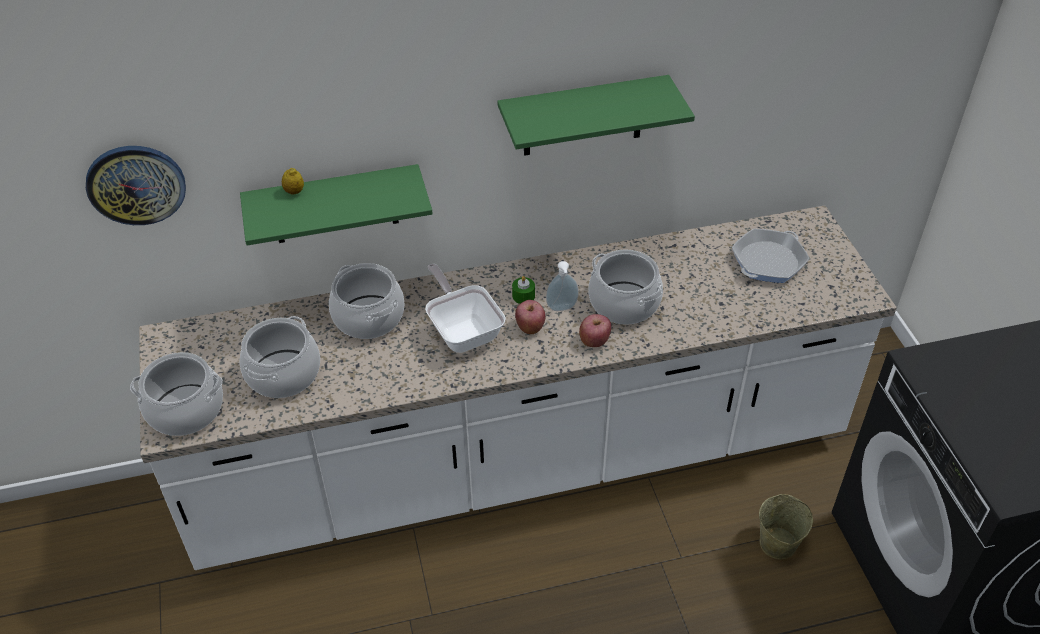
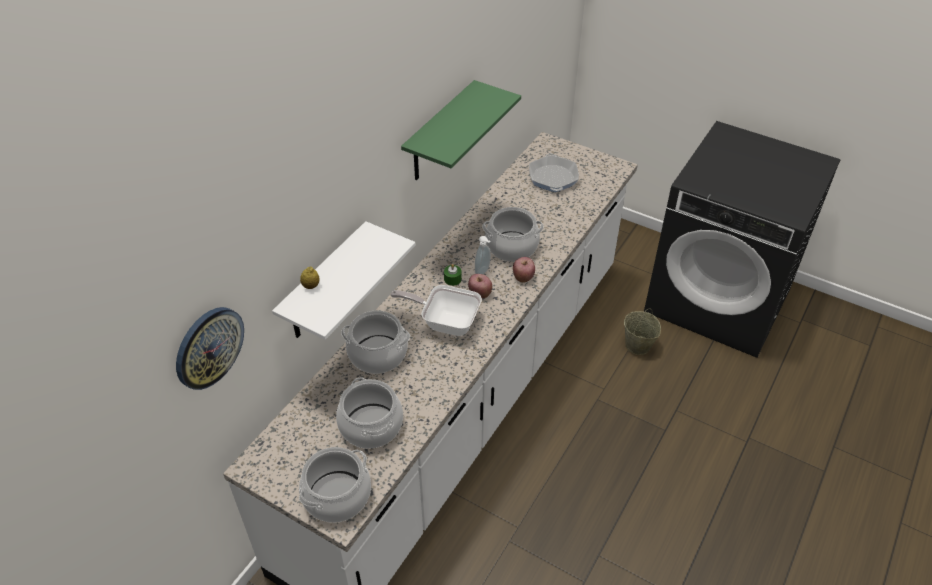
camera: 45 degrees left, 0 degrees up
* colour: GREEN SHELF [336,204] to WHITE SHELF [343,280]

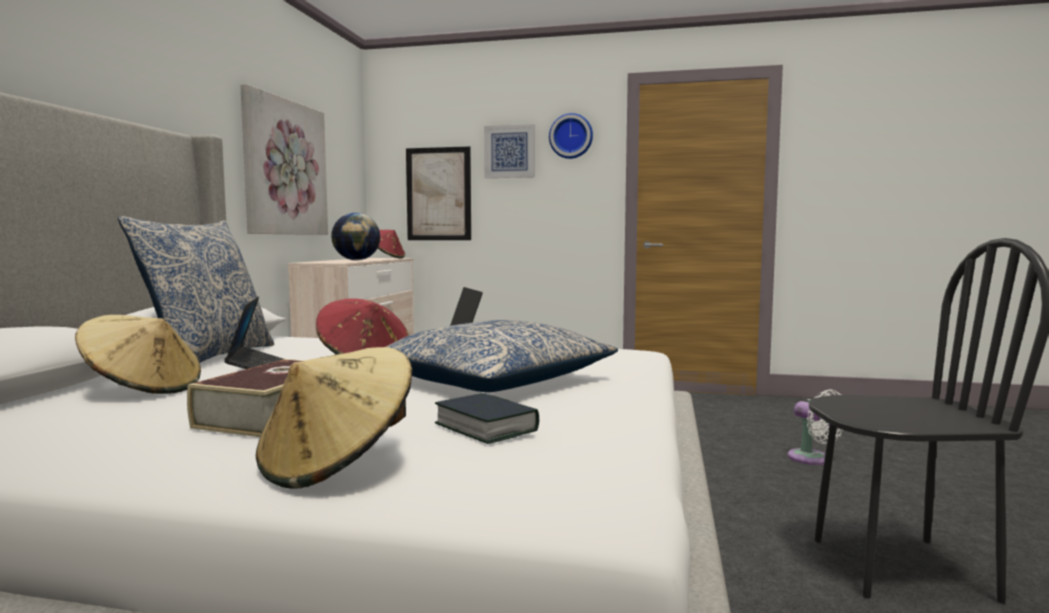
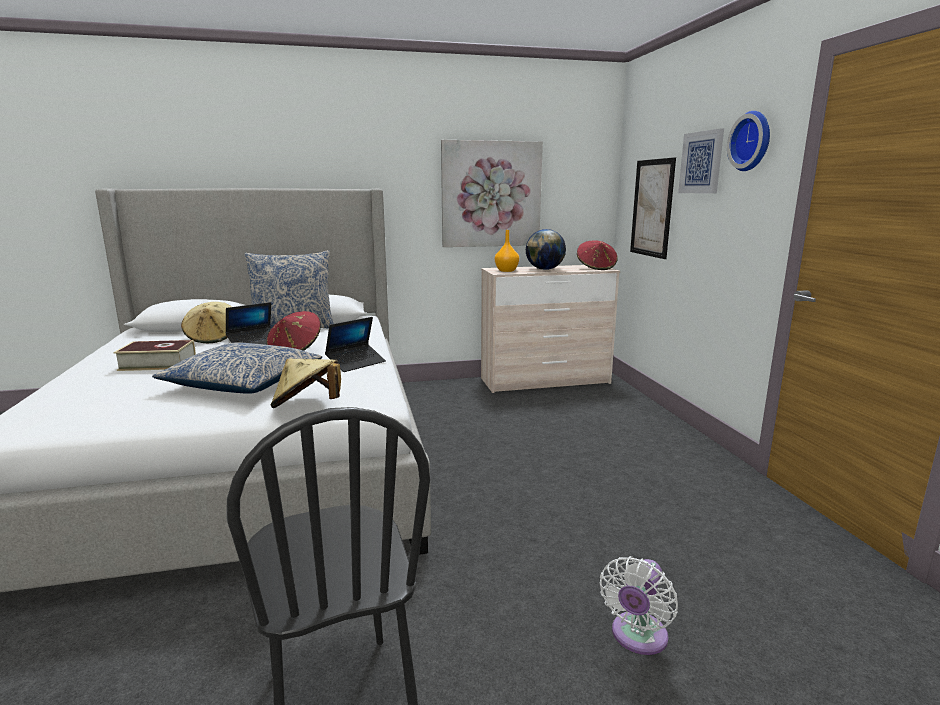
camera: 65 degrees right, 10 degrees up
* relocated: BEIGE HAT [334,418] to [306,383]
* missing: BOOK [487,418]
* appeared: ORANGE VASE [507,251]

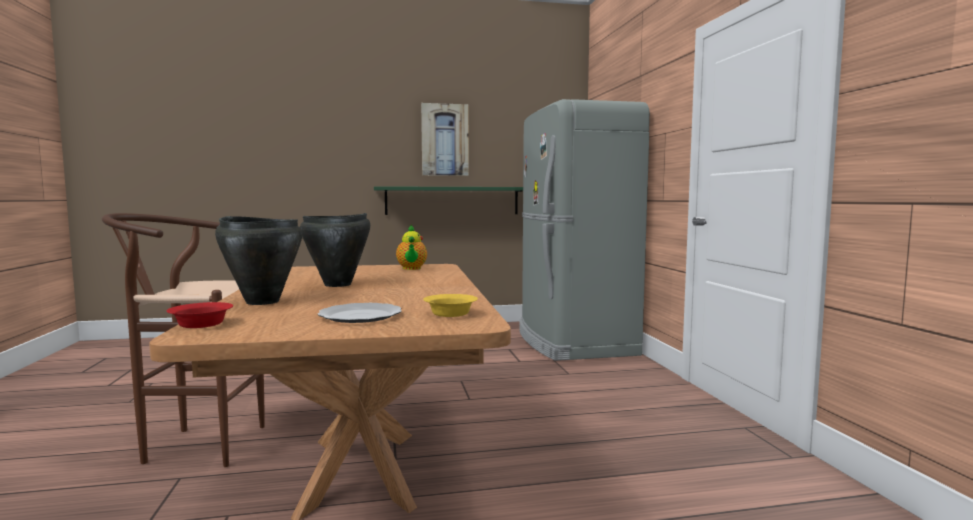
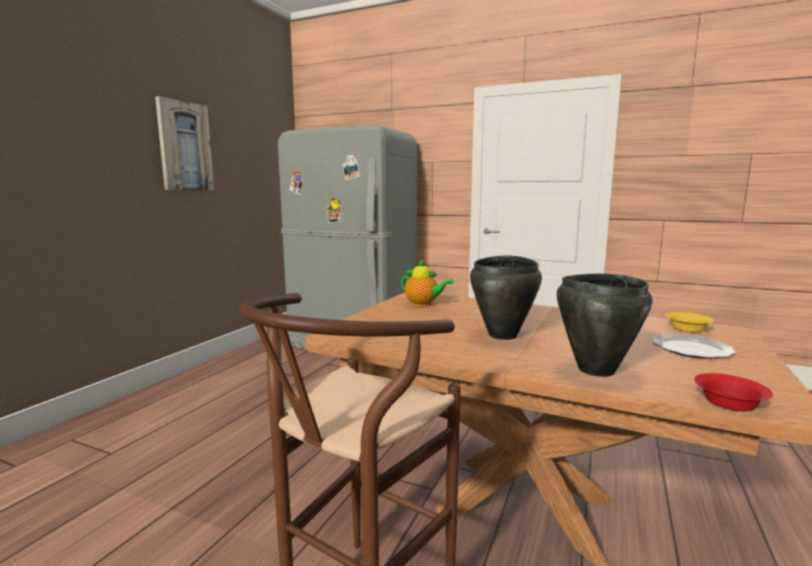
camera: 55 degrees left, 5 degrees up
* missing: GREEN SHELF [448,200]

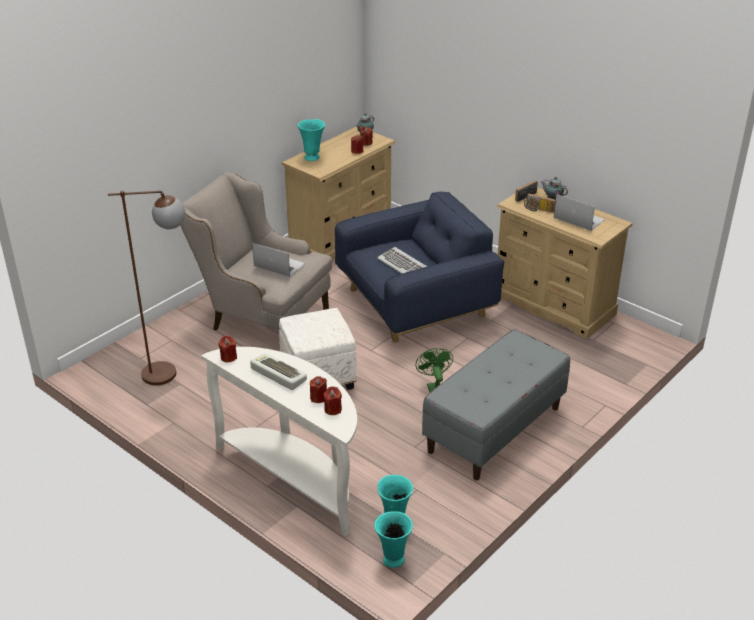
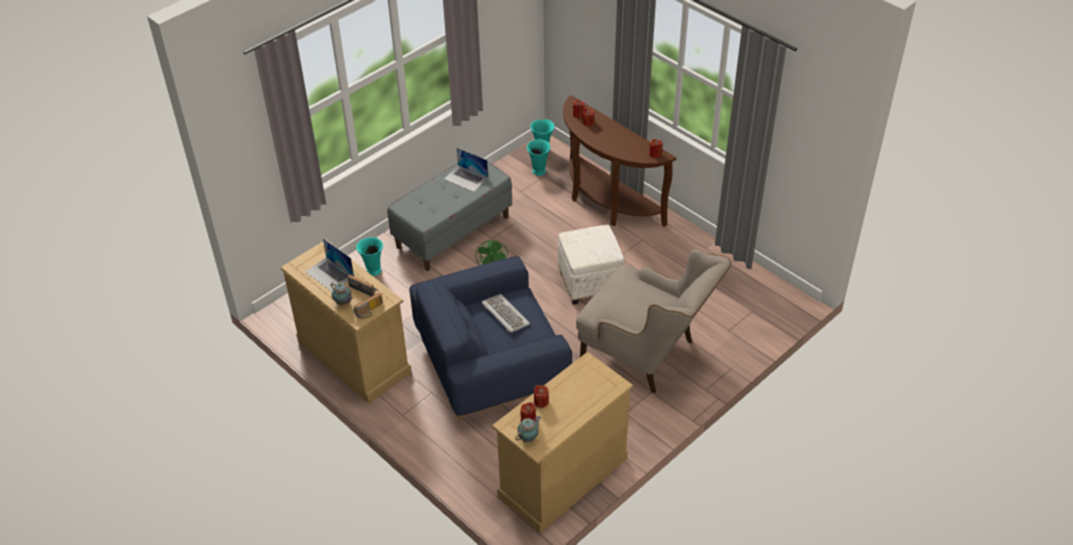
camera: 175 degrees left, 10 degrees up
* relocated: TURQUOISE VASE [311,140] to [369,256]
* missing: BROWN FLOOR LAMP [147,287]
* relocated: LAPTOP [278,260] to [466,170]
* colour: WHITE CONSOLE TABLE [279,441] to BROWN CONSOLE TABLE [619,161]
* missing: KEYBOARD [278,371]

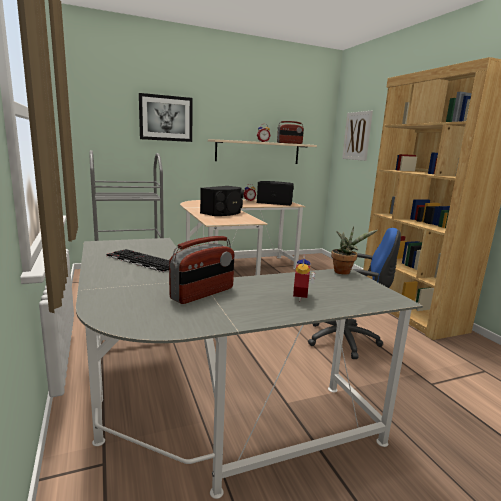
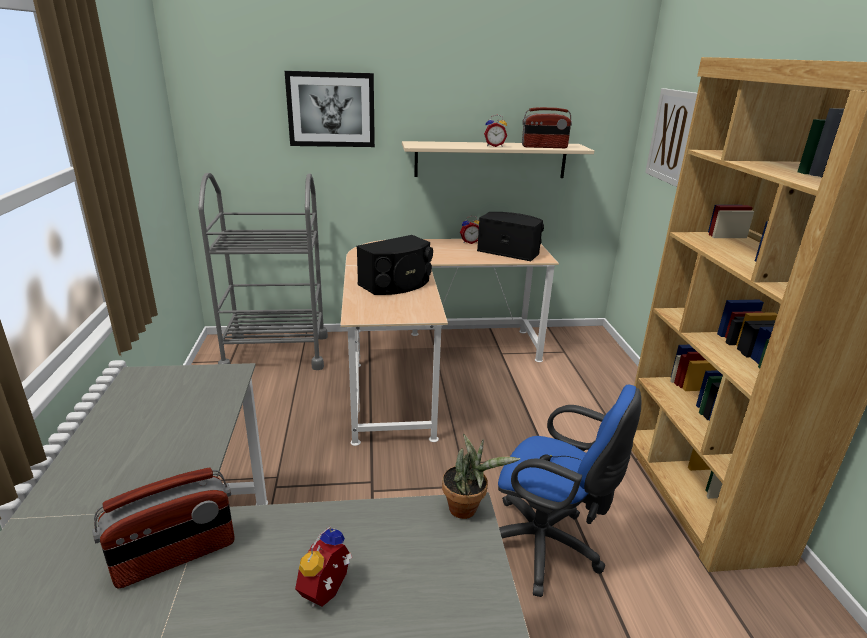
camera: 15 degrees right, 10 degrees up
* missing: KEYBOARD [138,261]

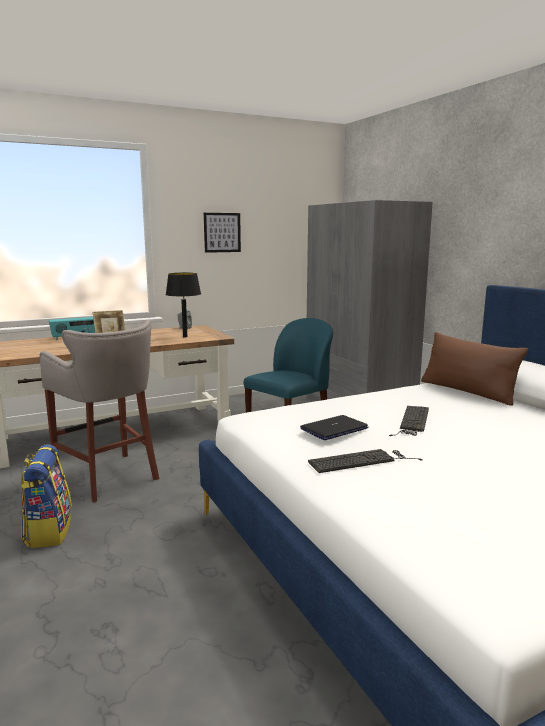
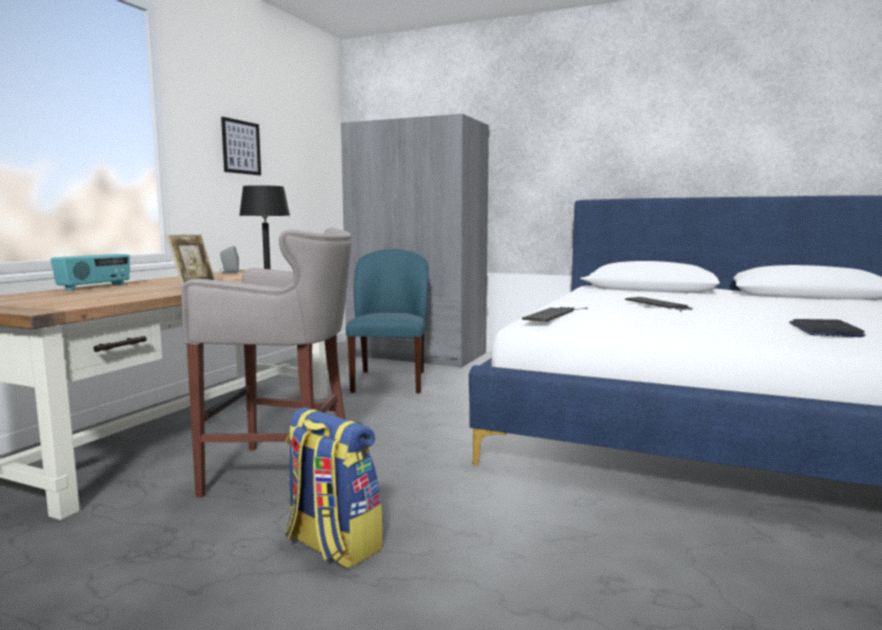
camera: 40 degrees left, 5 degrees down
* missing: BROWN PILLOW [474,369]
* relocated: LAPTOP [334,427] to [827,328]
* relocated: KEYBOARD [365,461] to [555,314]

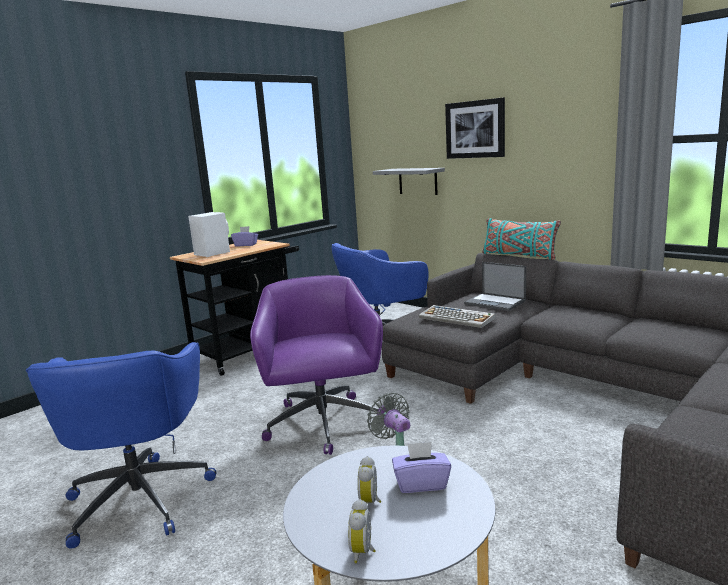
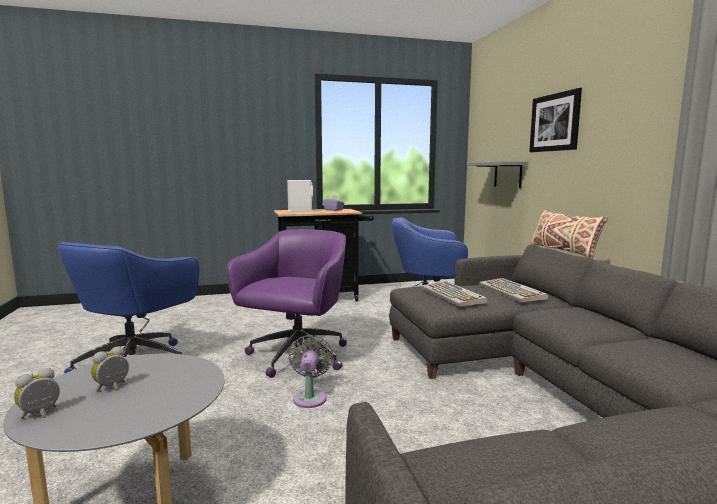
camera: 30 degrees right, 5 degrees down
* colour: TURQUOISE PILLOW [521,239] to BEIGE PILLOW [569,234]
* exchanged: LAPTOP [495,286] to KEYBOARD [513,290]
* missing: PURPLE TISSUE BOX [421,467]

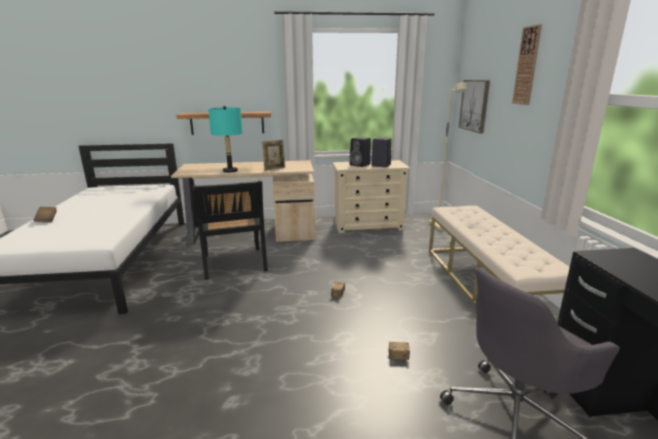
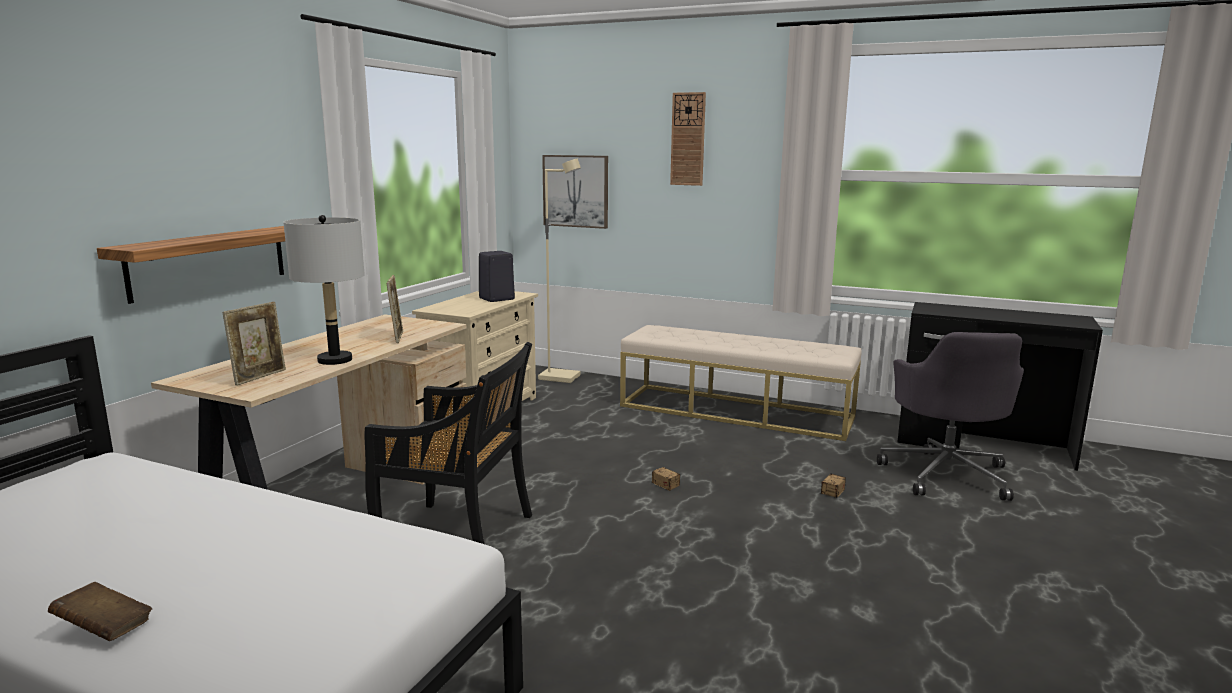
camera: 60 degrees left, 5 degrees down
* colour: TURQUOISE TABLE LAMP [225,139] to GREY TABLE LAMP [324,290]
* missing: BLACK SPEAKER [360,152]
* appeared: PICTURE FRAME [254,344]

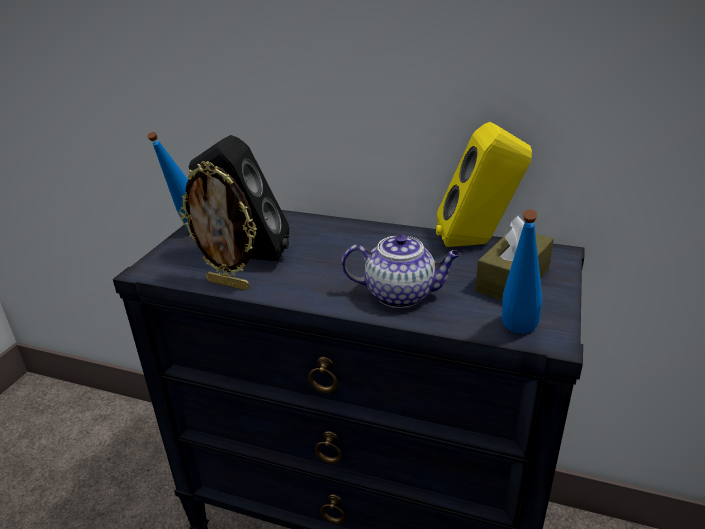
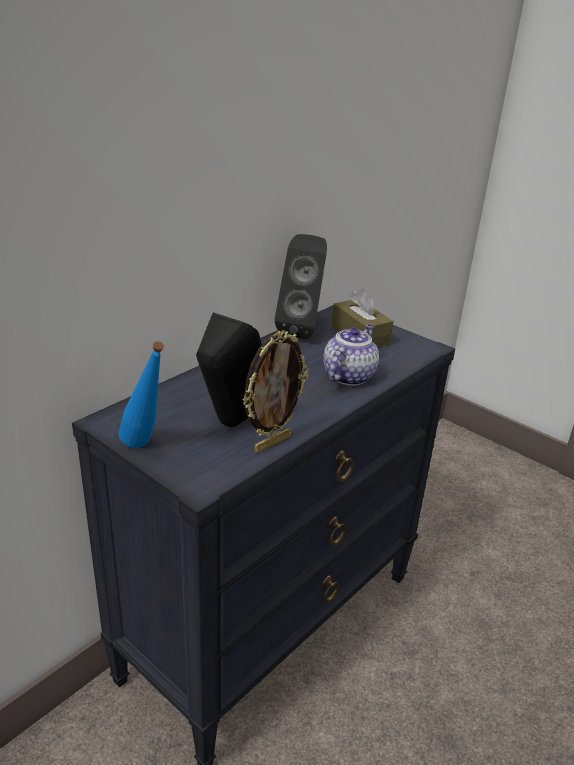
camera: 70 degrees left, 0 degrees up
* colour: YELLOW SPEAKER [484,184] to BLACK SPEAKER [301,286]
* missing: BLUE BOTTLE [522,271]

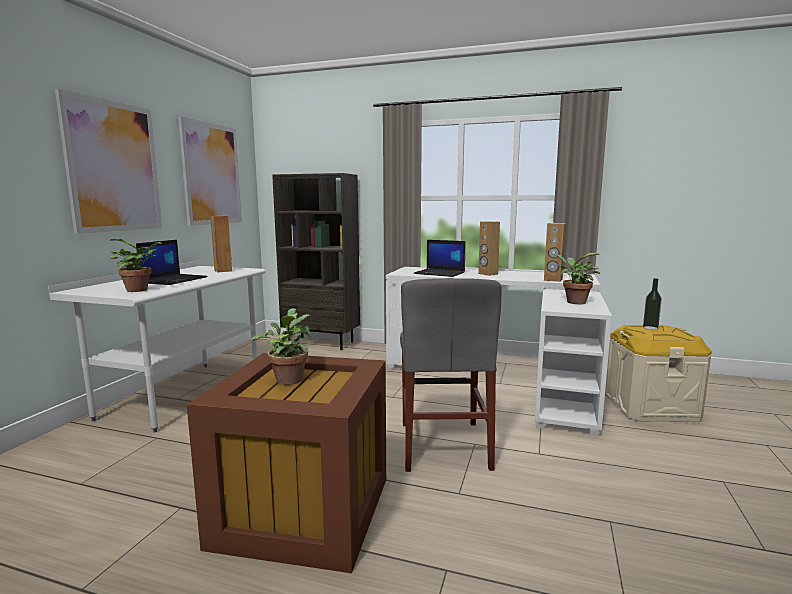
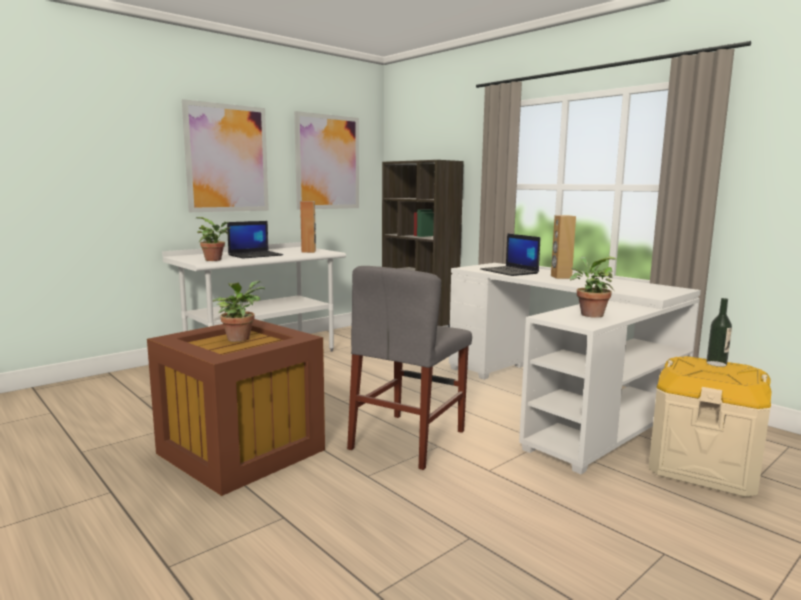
camera: 30 degrees right, 0 degrees up
* missing: BROWN SPEAKER [555,252]

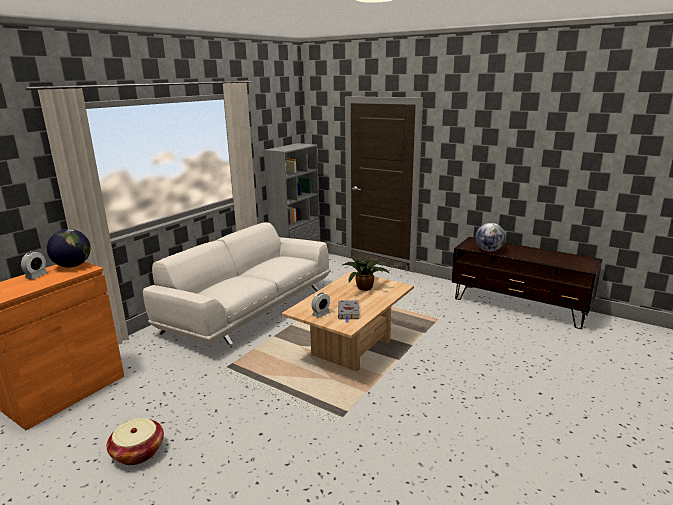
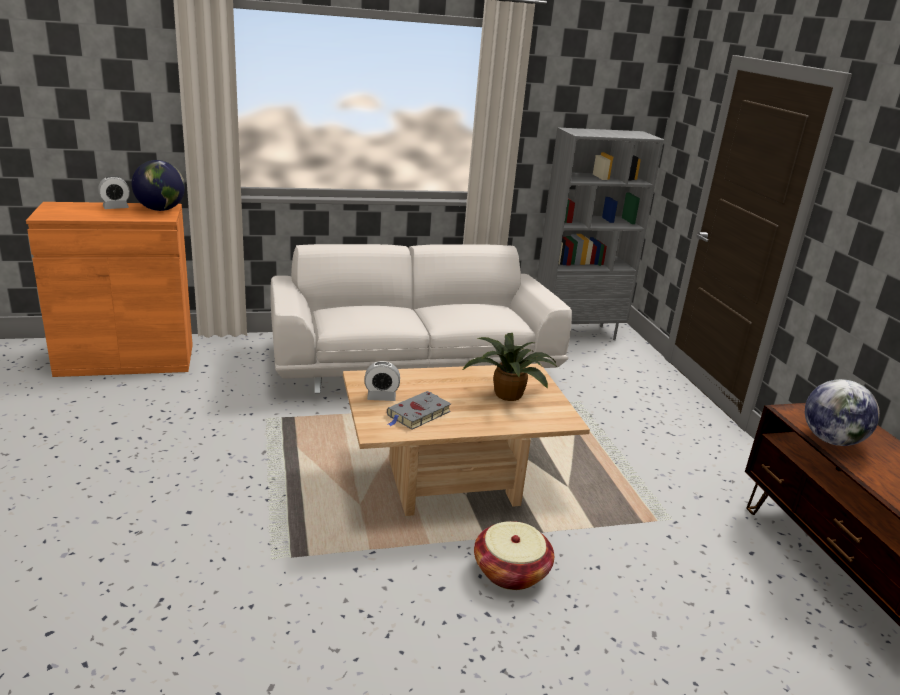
camera: 40 degrees right, 5 degrees up
* relocated: BASKET [135,441] to [514,555]

